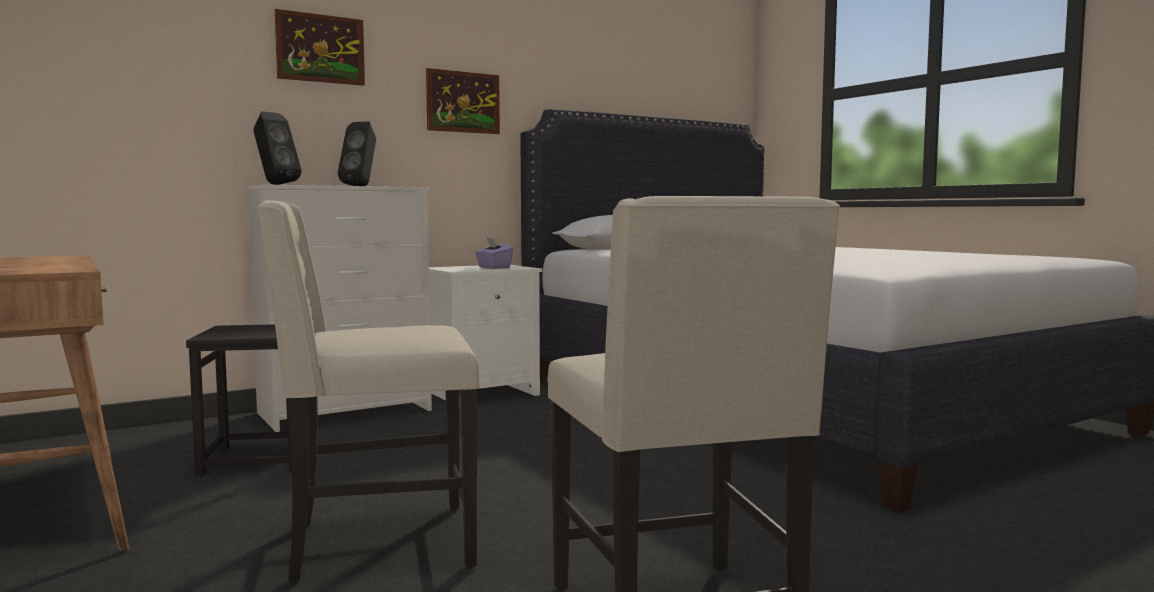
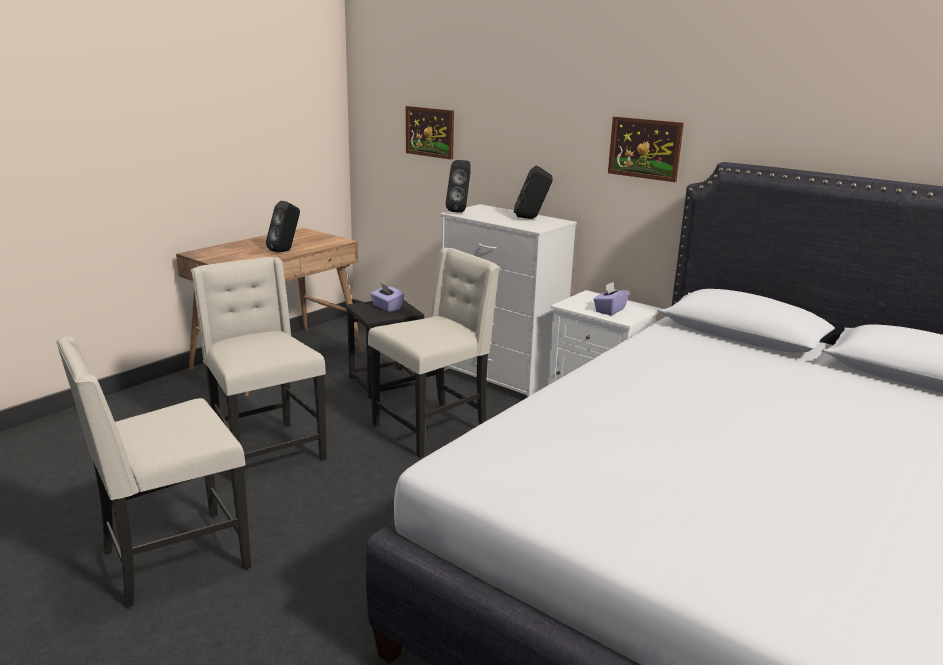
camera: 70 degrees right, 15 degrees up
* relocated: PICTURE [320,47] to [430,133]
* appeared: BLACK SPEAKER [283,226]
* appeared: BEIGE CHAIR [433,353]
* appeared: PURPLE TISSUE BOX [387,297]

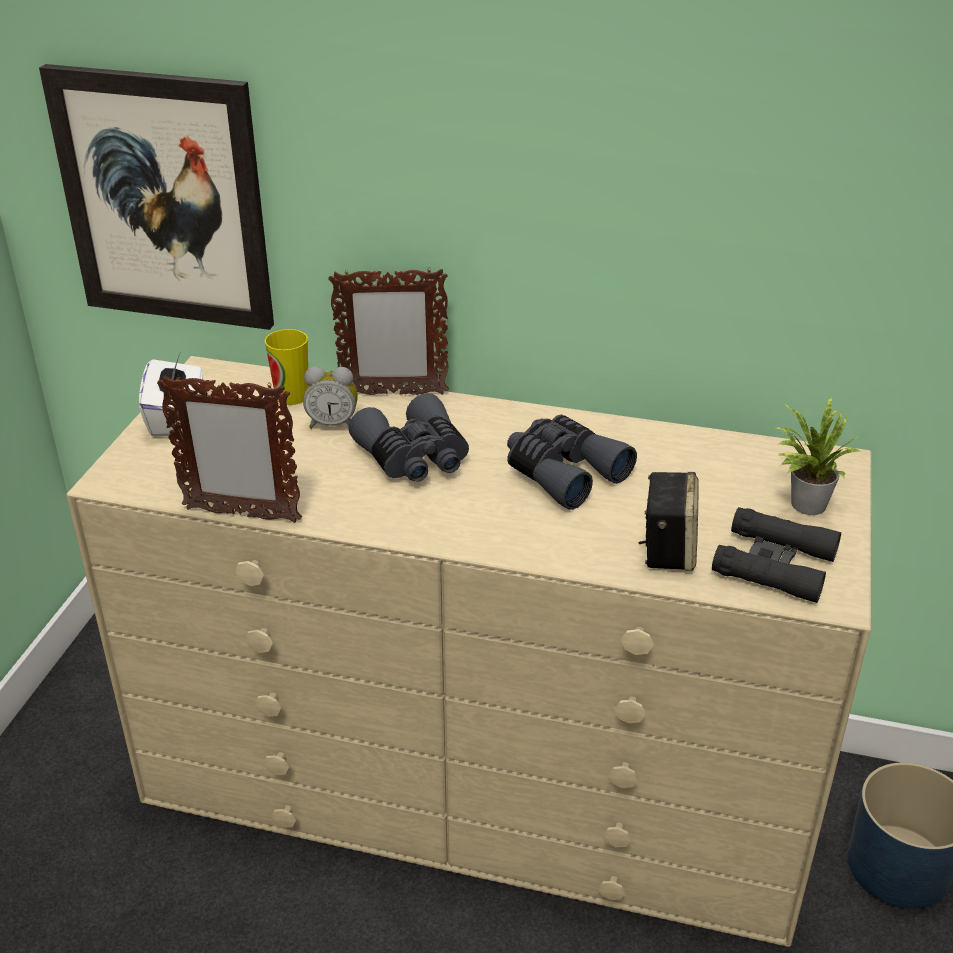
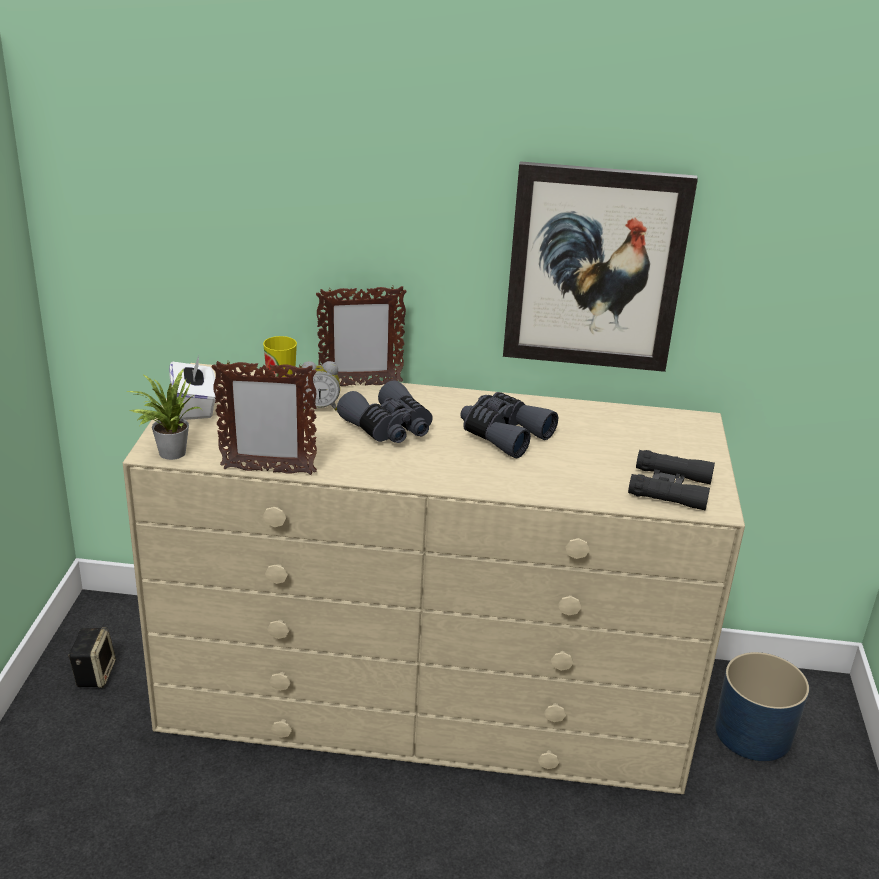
camera: 10 degrees left, 5 degrees down
* relocated: PICTURE [156,197] to [600,266]
* relocated: POTTED PLANT [818,455] to [163,414]
* relocated: SPEAKER [669,521] to [92,657]

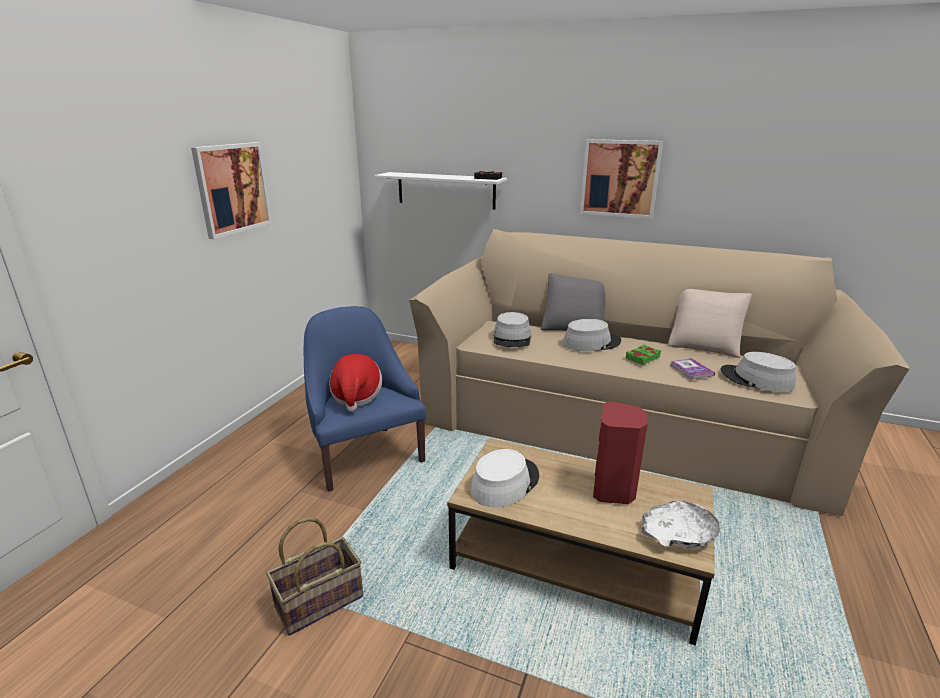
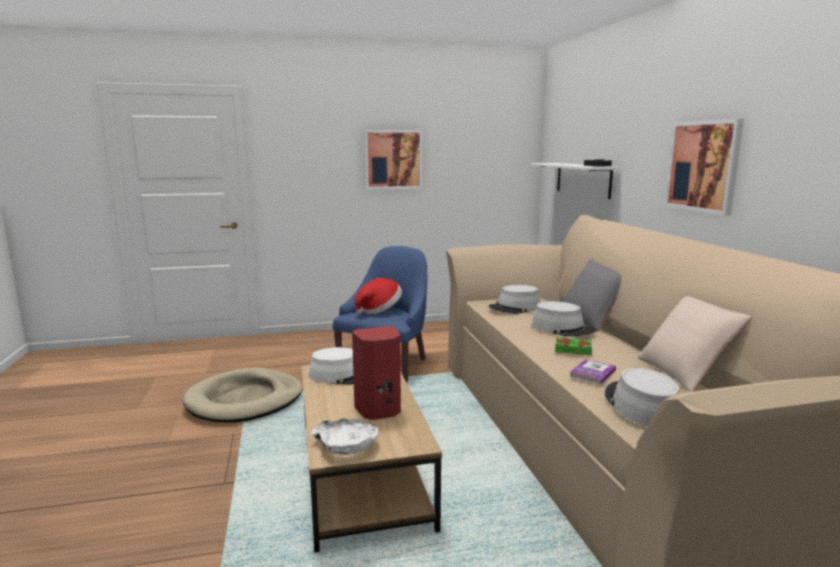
camera: 55 degrees right, 10 degrees down
* exchanged: BASKET [314,576] to BEIGE DOG BED [243,395]

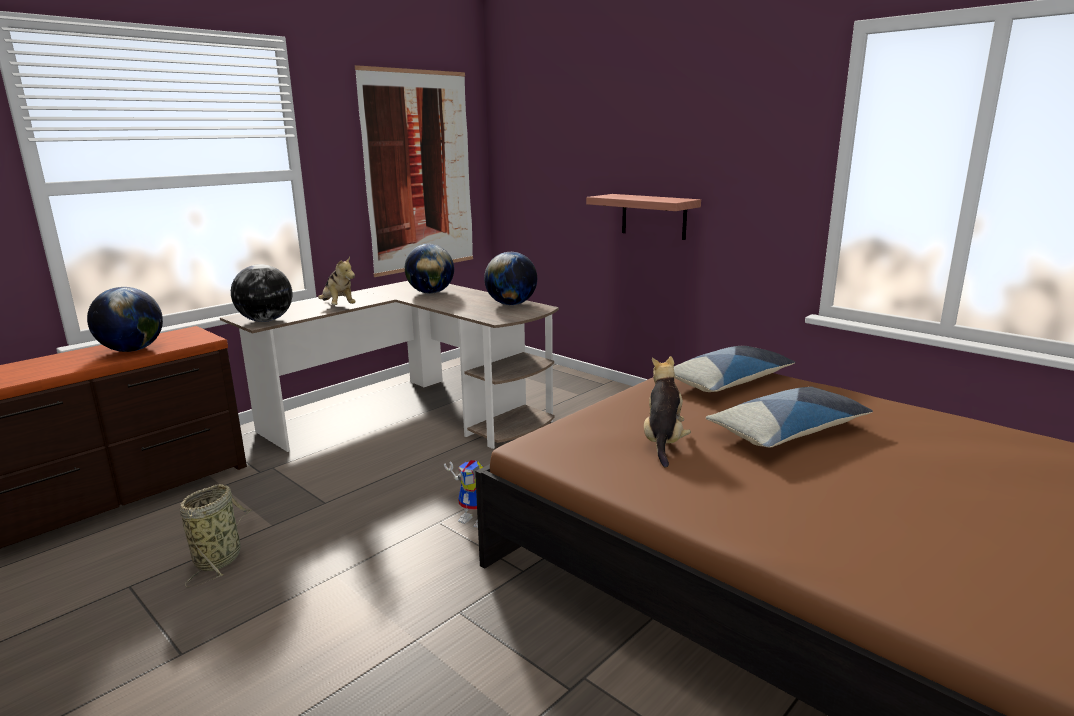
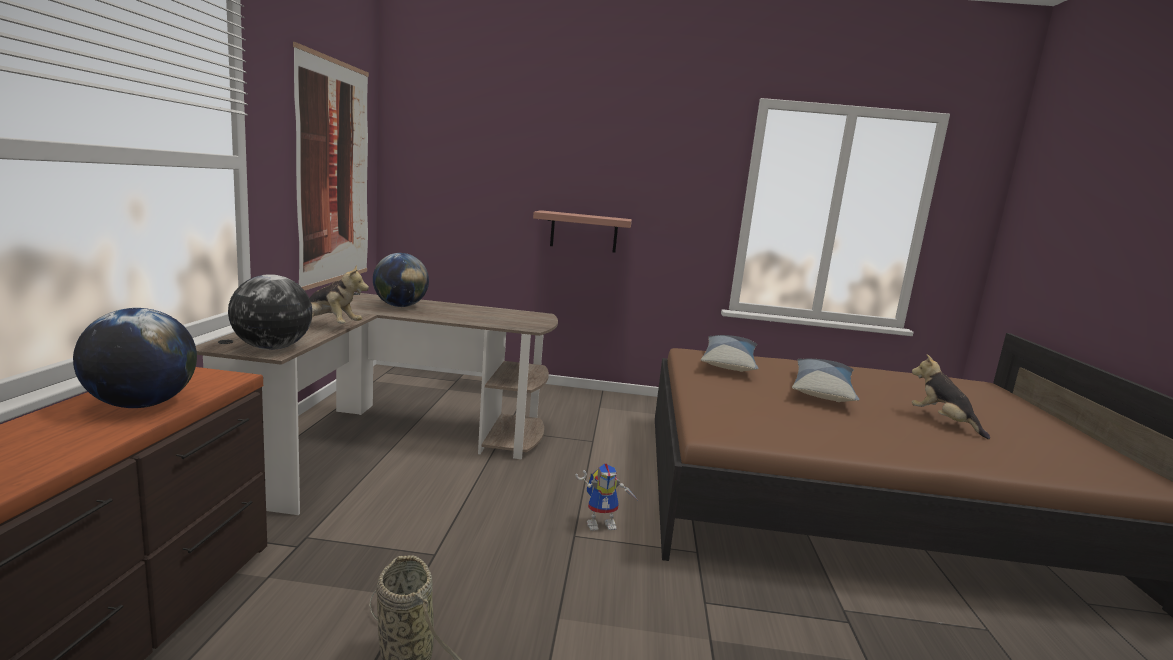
camera: 40 degrees left, 5 degrees down
* missing: GLOBE [510,278]
* relocated: PLUSH TOY [667,412] to [951,396]

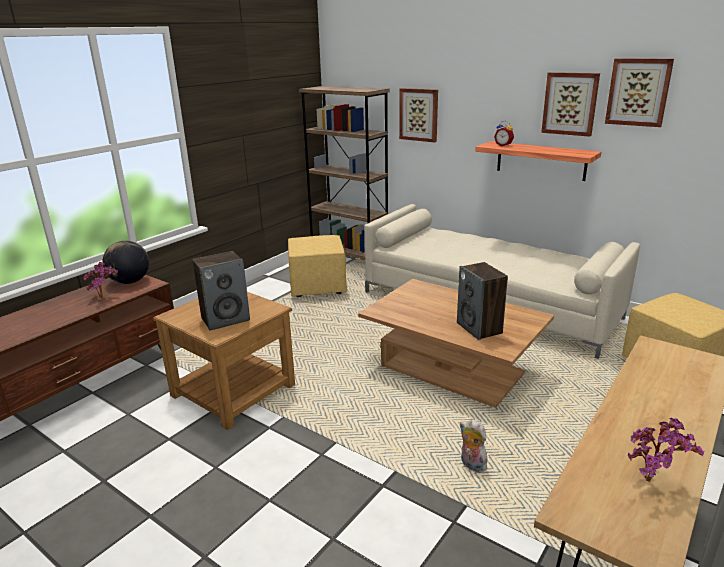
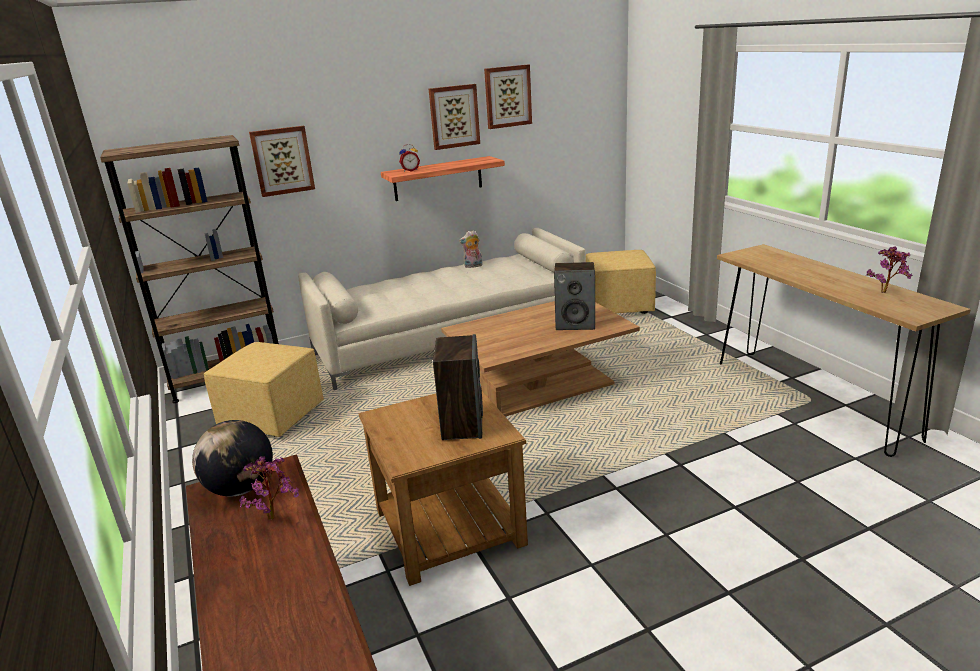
camera: 60 degrees left, 0 degrees up
* relocated: PLUSH TOY [473,445] to [471,249]

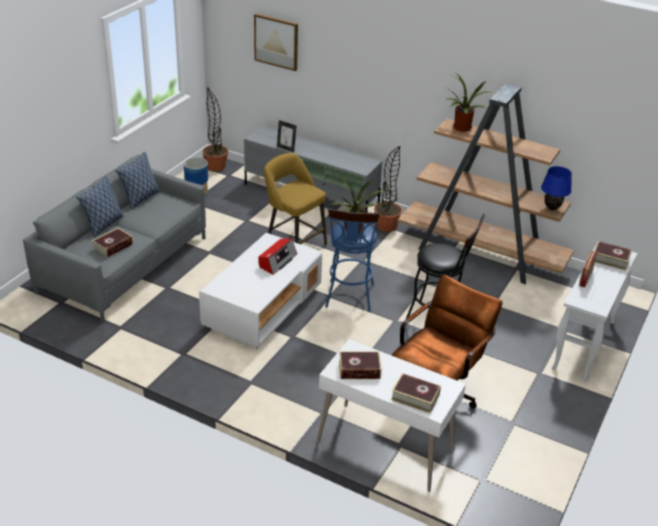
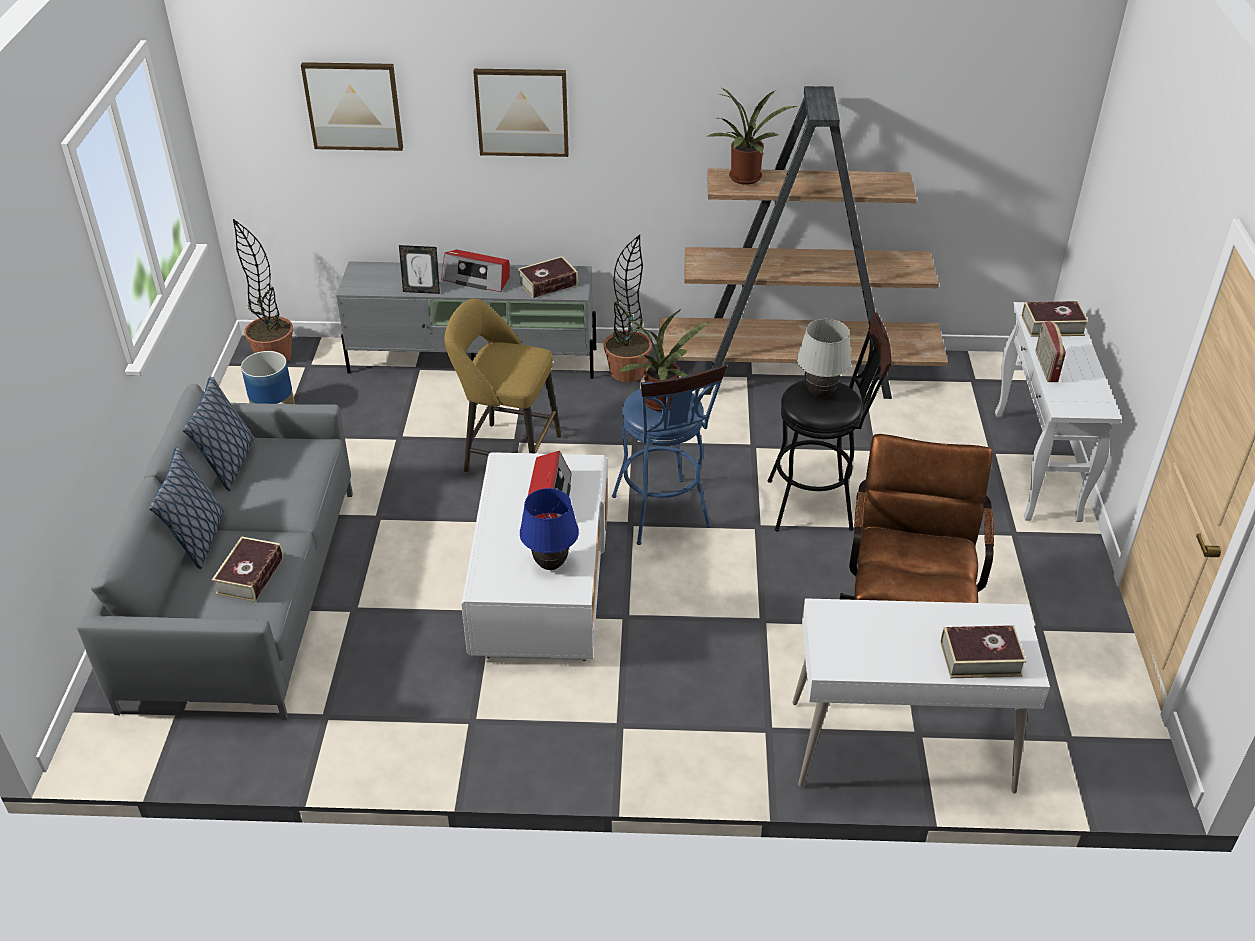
camera: 25 degrees left, 5 degrees up
* relocated: BLUE TABLE LAMP [556,188] to [549,529]
* relocated: BOOK [360,365] to [548,277]
* appeared: PICTURE [521,113]
* appeared: RADIO [475,271]
* appeared: WHITE TABLE LAMP [824,358]

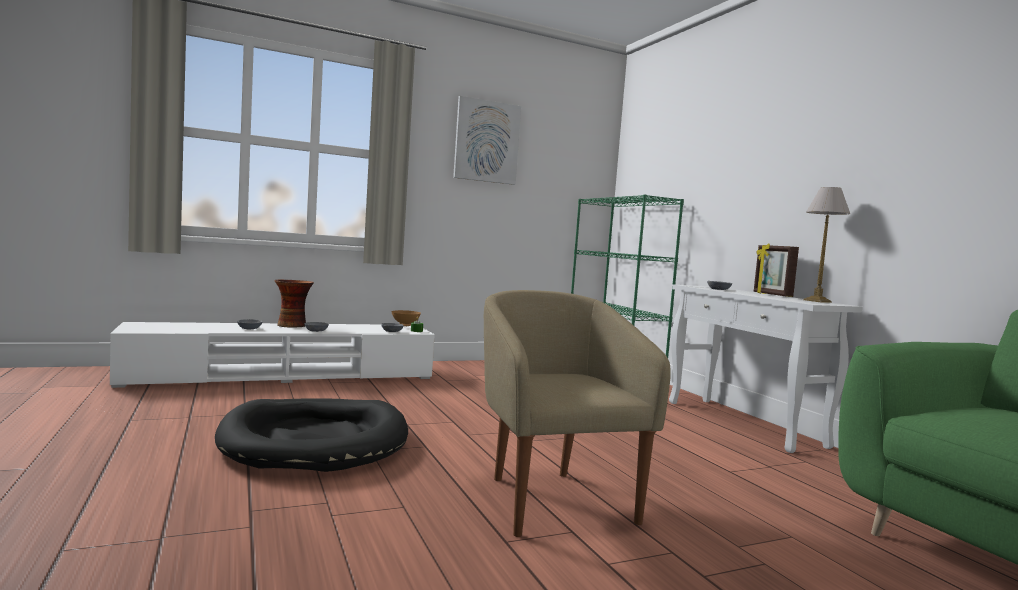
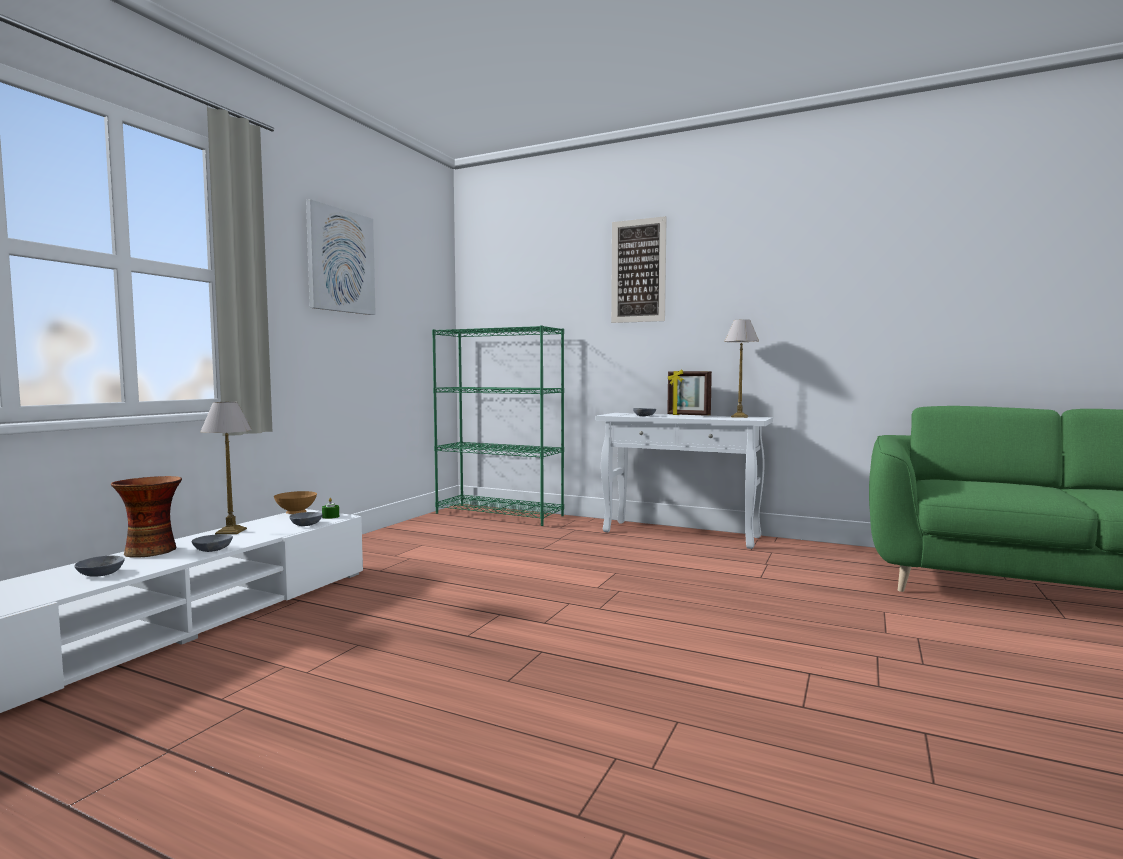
camera: 40 degrees left, 0 degrees up
* missing: BEIGE ARMCHAIR [577,413]
* missing: BLACK DOG BED [311,435]
* appeared: PICTURE [639,269]
* appeared: TABLE LAMP [226,468]

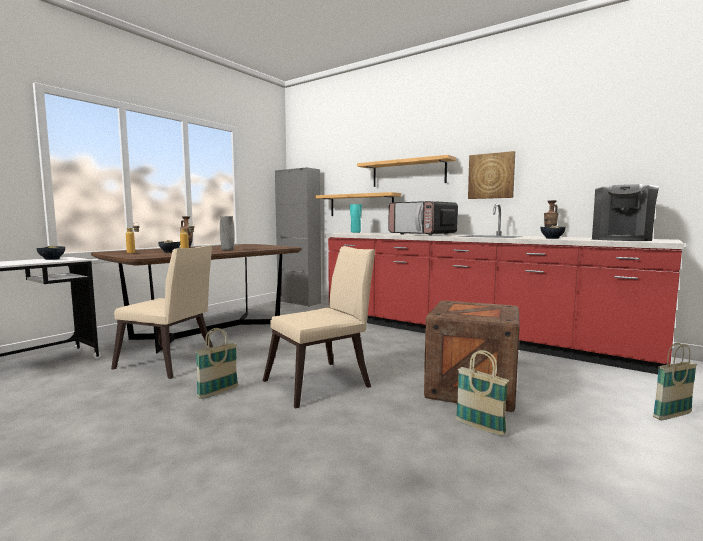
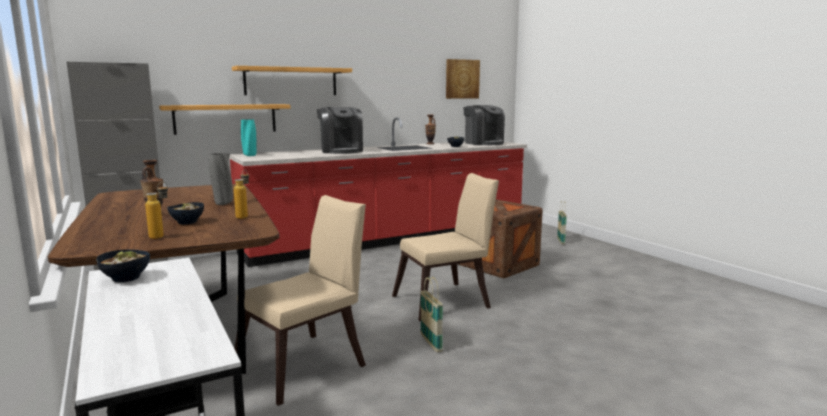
camera: 65 degrees left, 5 degrees up
* relocated: PICTURE [491,175] to [463,79]
* exchanged: MICROWAVE [423,218] to COFFEE MACHINE [340,130]
* spun: BEIGE CHAIR [319,327] = [445,247] 75 degrees clockwise
* missing: BASKET [482,393]

